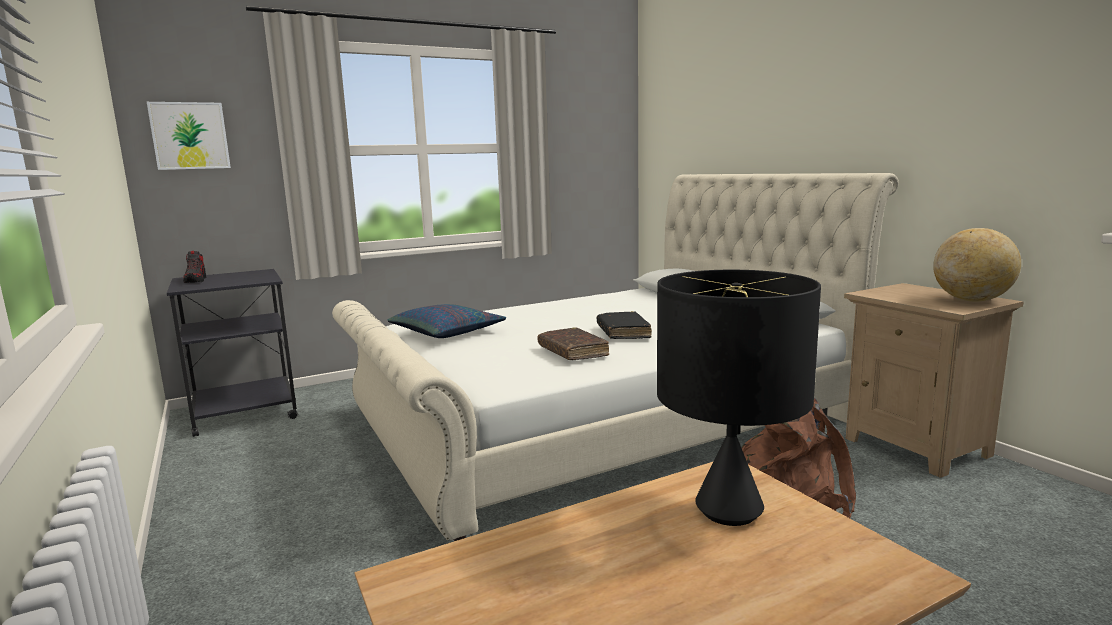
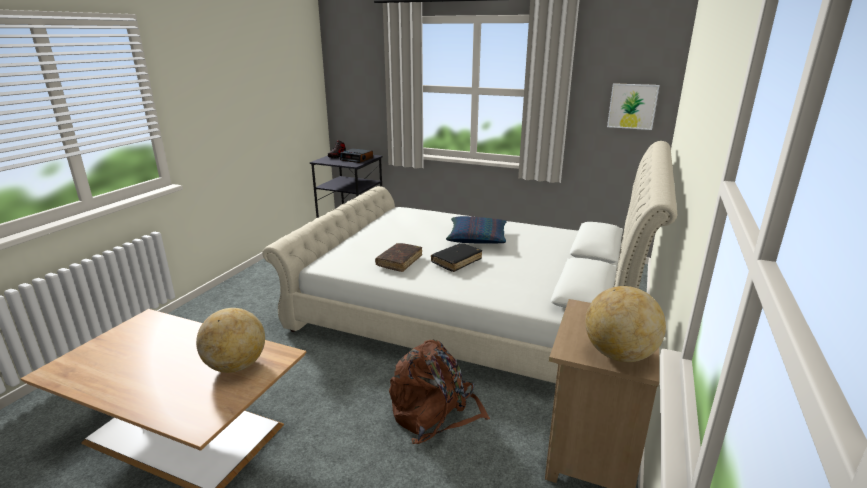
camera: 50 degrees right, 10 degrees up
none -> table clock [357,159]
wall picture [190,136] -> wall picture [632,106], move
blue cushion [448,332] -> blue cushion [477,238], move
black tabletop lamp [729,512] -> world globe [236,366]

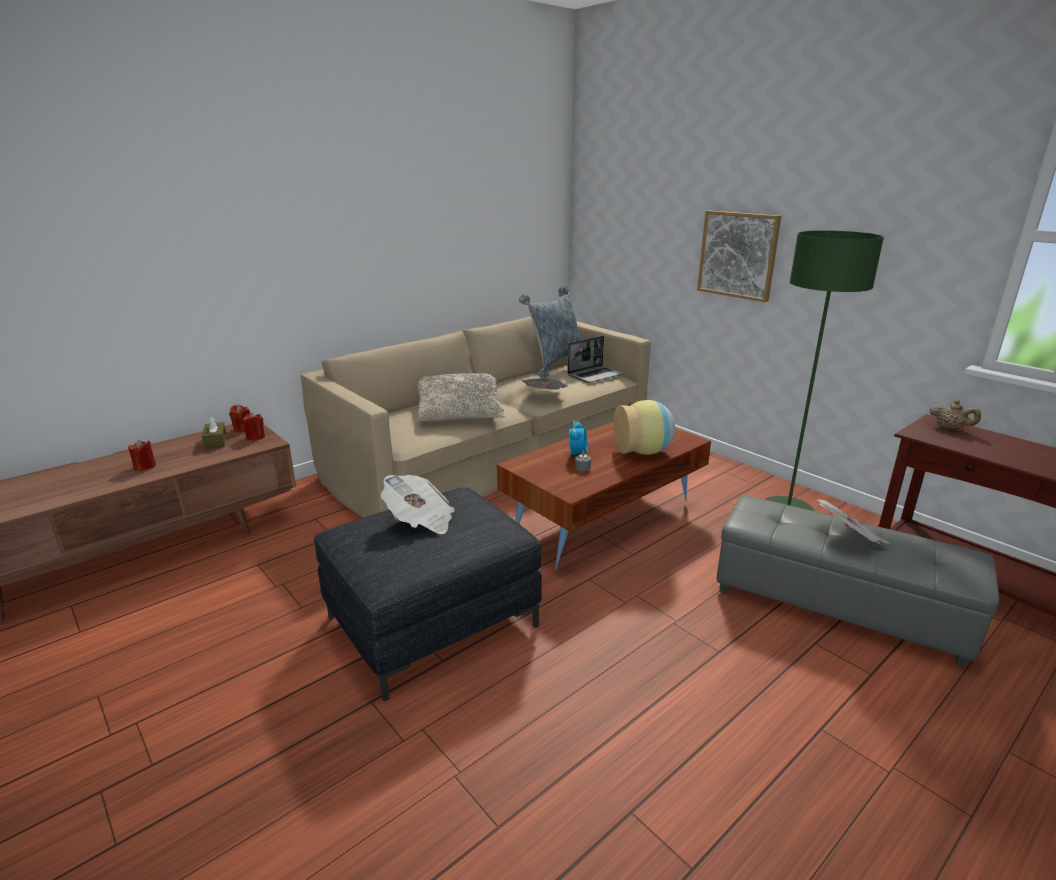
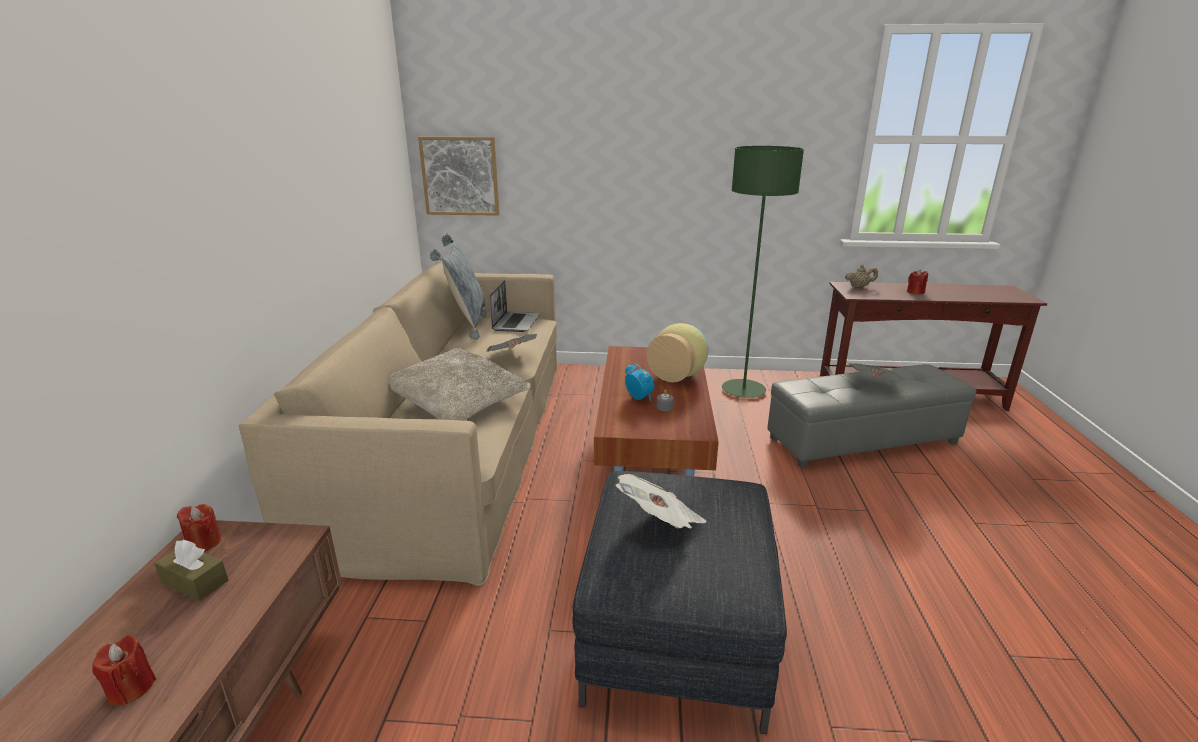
camera: 45 degrees left, 0 degrees up
reddish candle [255,437] -> reddish candle [915,292], move
wall picture [738,255] -> wall picture [460,176], move

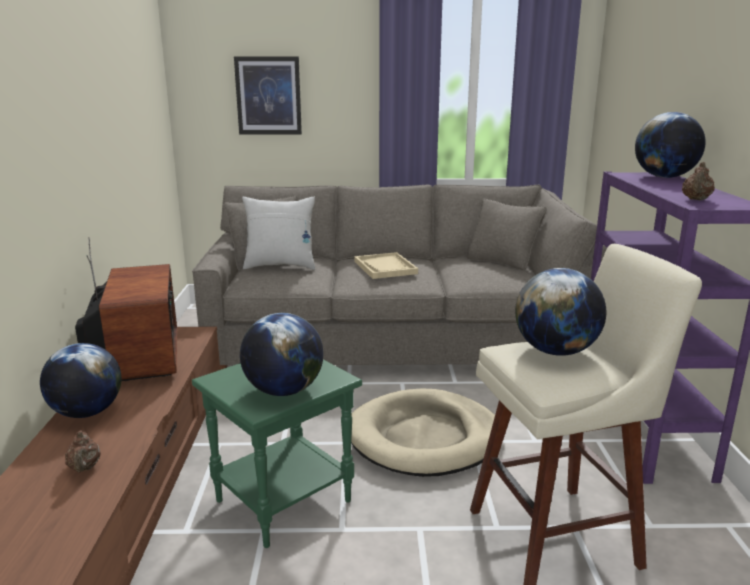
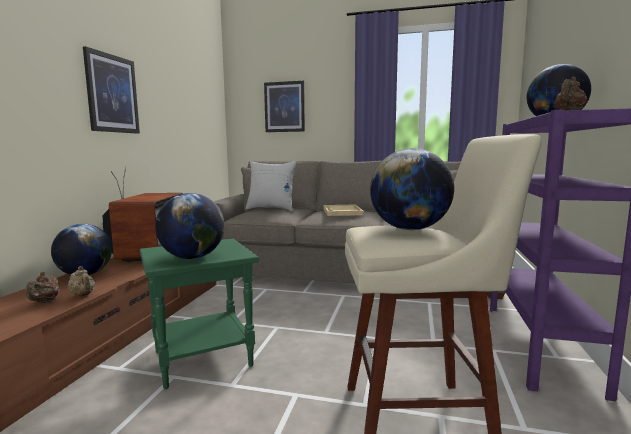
camera: 15 degrees right, 10 degrees down
sand-coloured dog cushion [425,438] -> none
none -> sand-coloured teapot [83,295]
none -> wall picture [112,94]

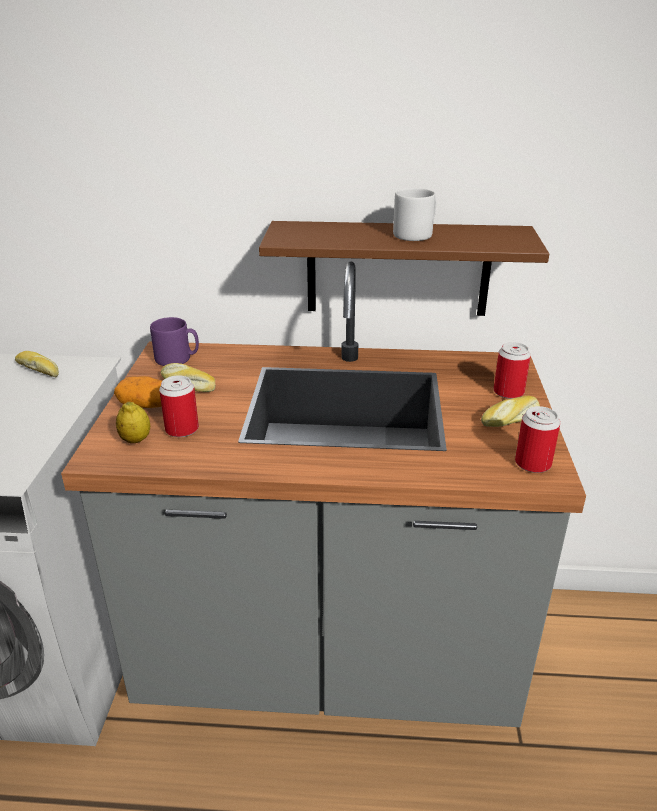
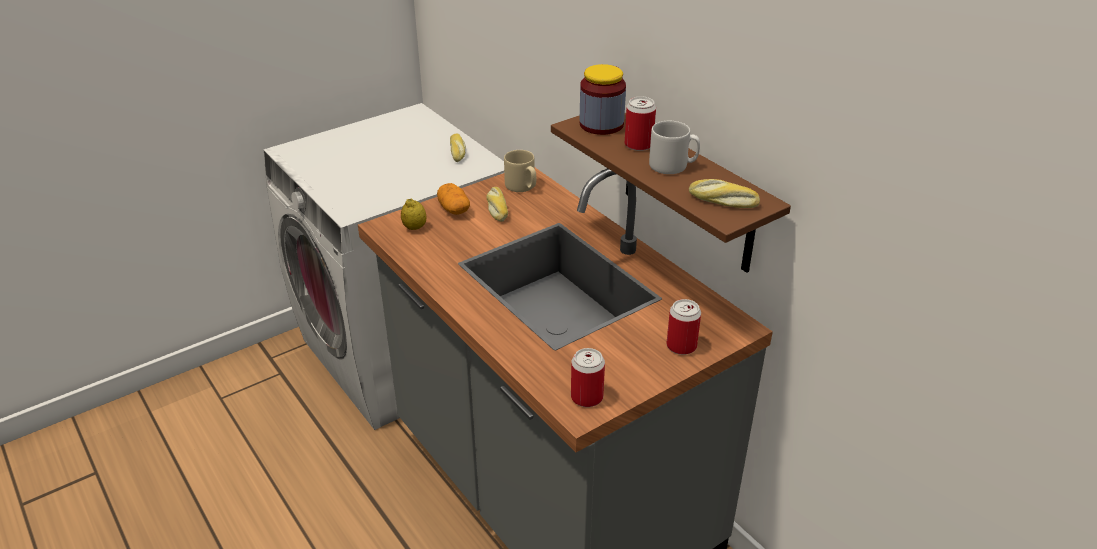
camera: 50 degrees right, 5 degrees up
none -> jar [601,125]
sealed can [182,429] -> sealed can [638,145], move
baked bread [511,419] -> baked bread [722,201], move
purple mug [177,359] -> sand-coloured mug [522,187]

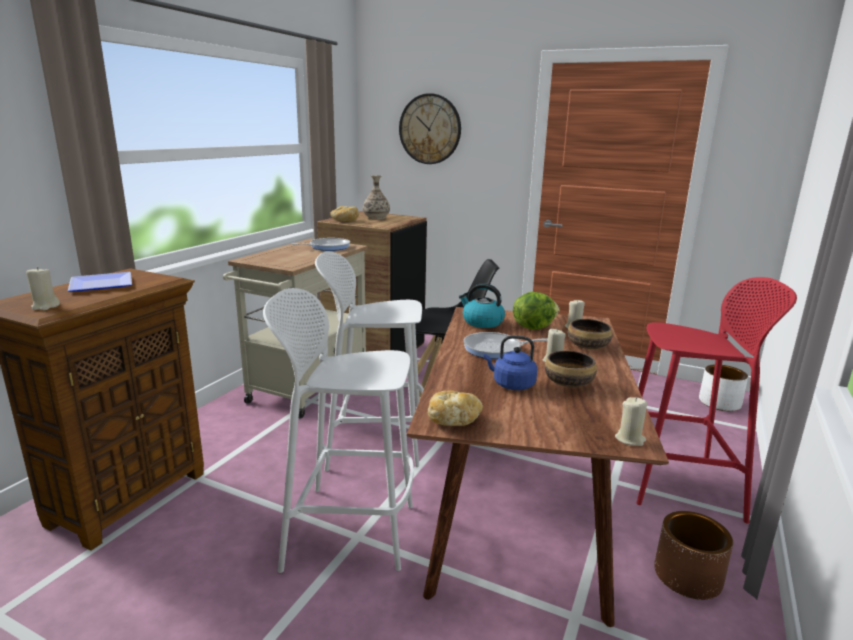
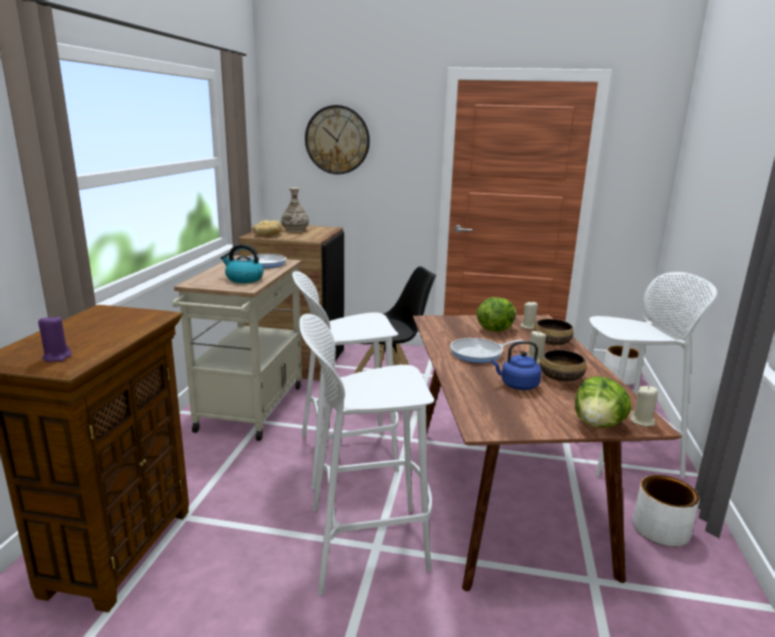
camera: 15 degrees left, 0 degrees up
plate [99,285] -> none
baked bread [453,420] -> none
none -> lettuce head [598,424]
tea kettle [482,322] -> tea kettle [243,279], move
sand-coloured candle [45,306] -> purple candle [57,357]
reddish stool seat [681,484] -> white-coloured stool seat [621,453]
brown-coloured planter [686,576] -> white-coloured planter [660,529]

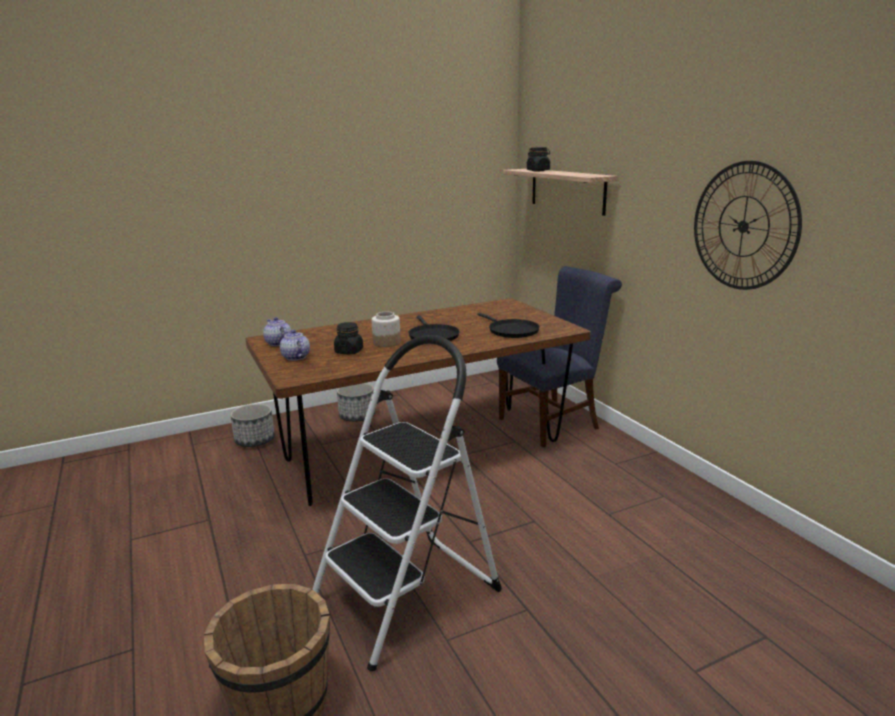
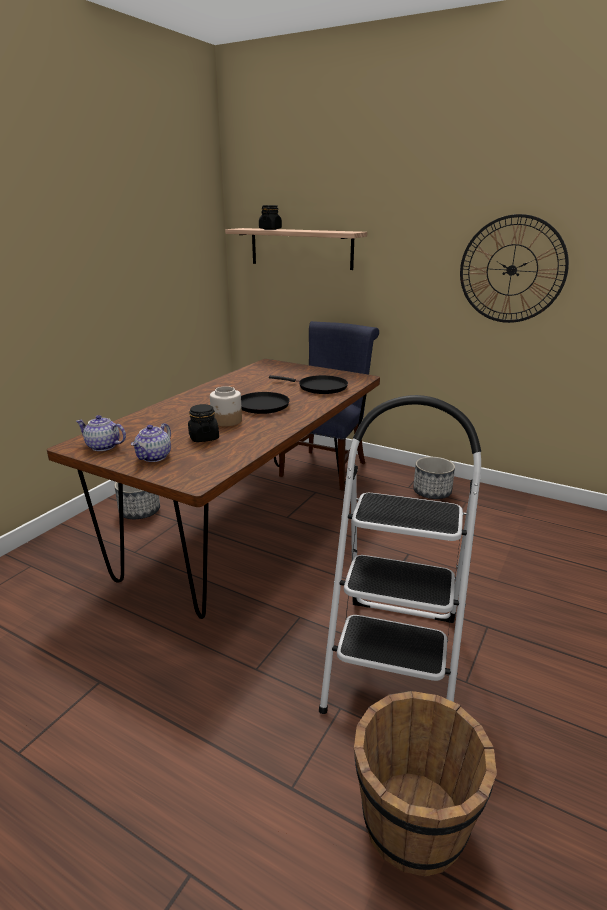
camera: 35 degrees left, 5 degrees up
planter [254,440] -> planter [431,492], move
teapot [295,357] -> teapot [154,457], 90 degrees counterclockwise

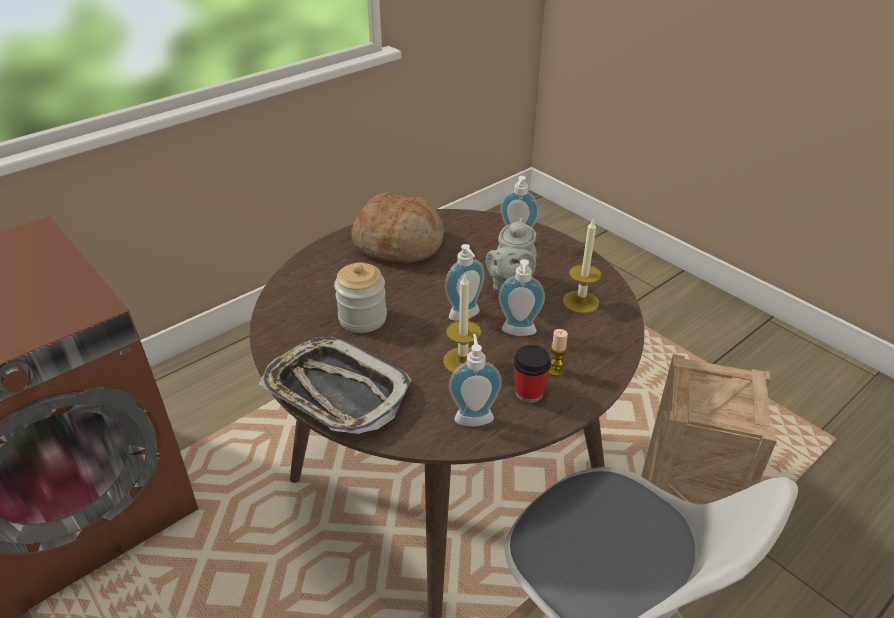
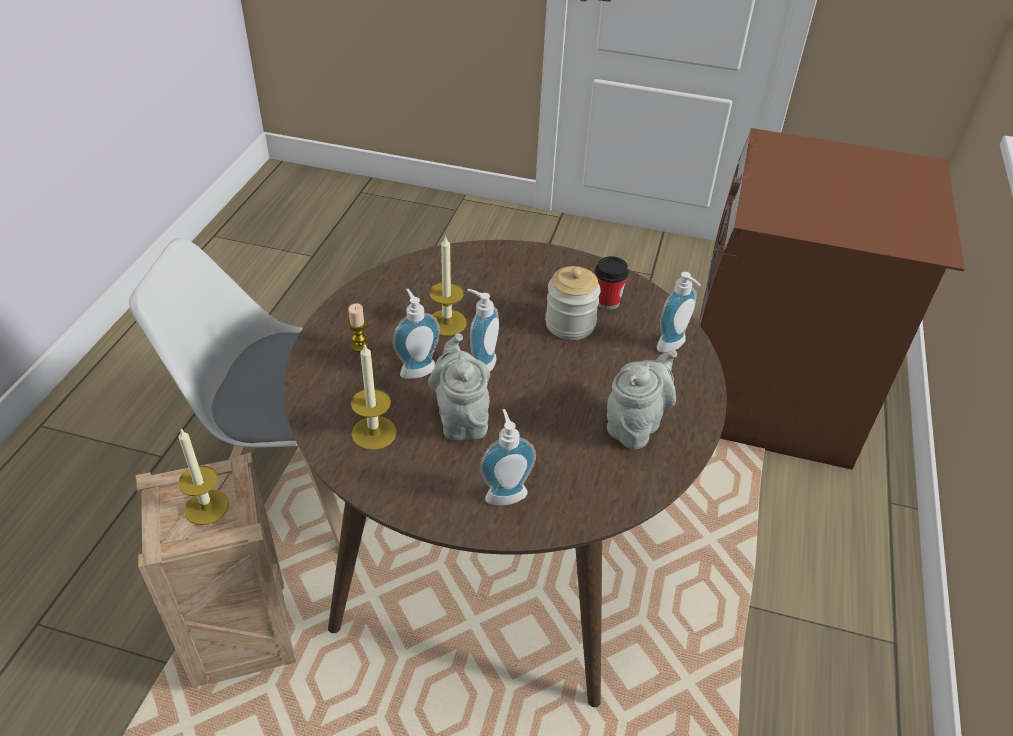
camera: 145 degrees right, 5 degrees up
serving tray [336,392] -> none
none -> candle [206,507]
soap dispenser [473,415] -> soap dispenser [674,346], move
drinking cup [529,393] -> drinking cup [607,301], move
baked bread [399,243] -> gray teapot [636,425]

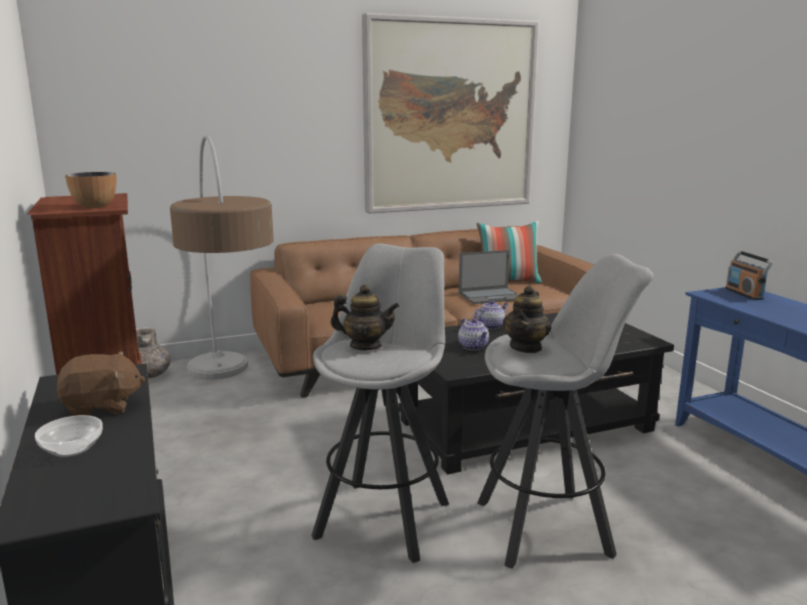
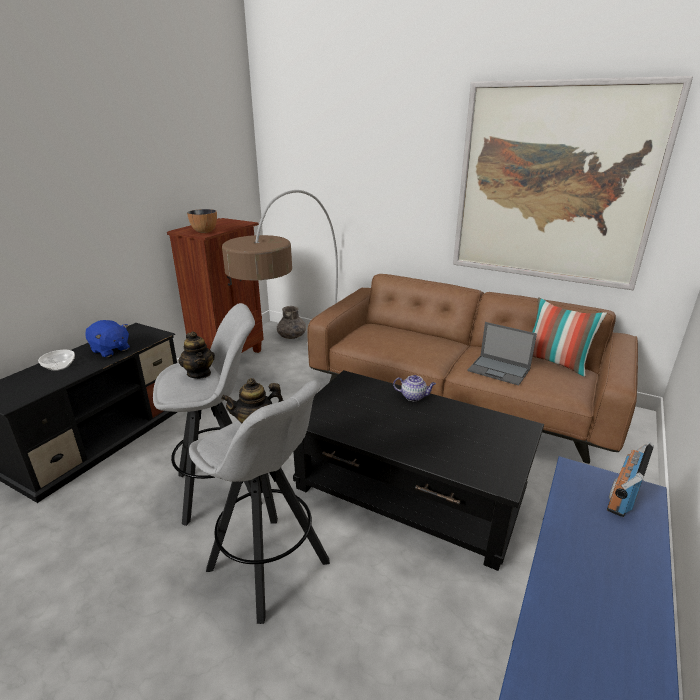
camera: 50 degrees right, 10 degrees up
teapot [473,347] -> none
brown-coloured cuddly toy [102,407] -> blue cuddly toy [110,350]

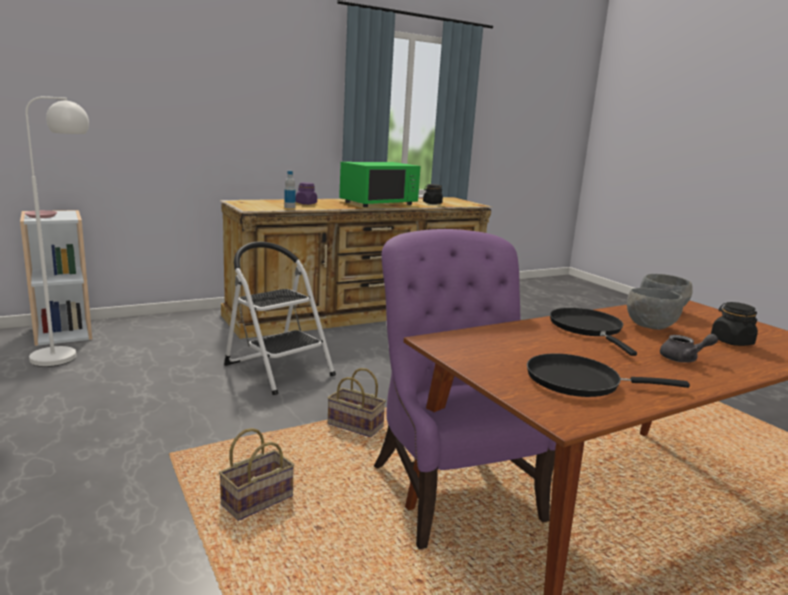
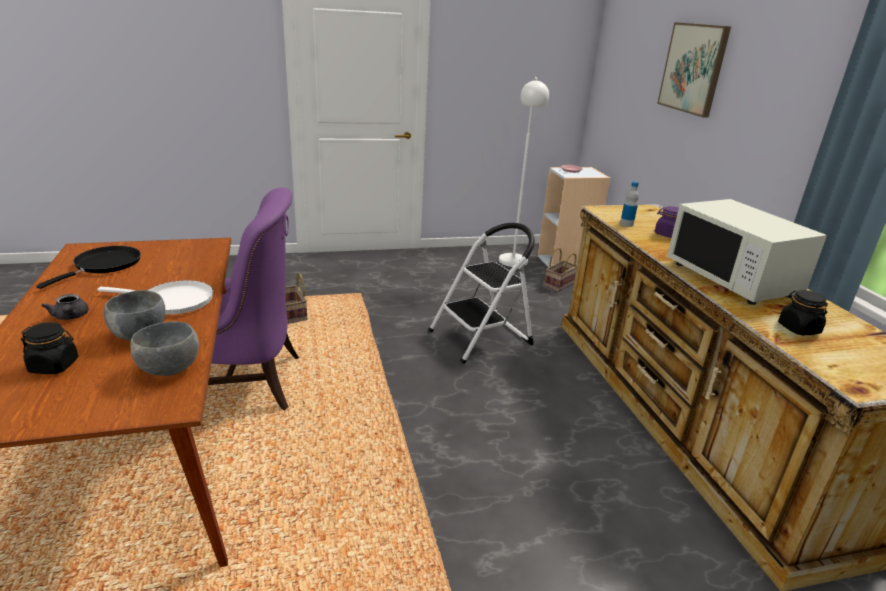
camera: 105 degrees right, 10 degrees up
none -> wall picture [693,68]
household basket [353,426] -> household basket [559,284], move
green microwave oven [378,203] -> white-coloured microwave oven [732,279]
black pan [588,329] -> white-coloured pan [173,301]
gray teapot [684,359] -> gray teapot [70,317], 45 degrees counterclockwise

